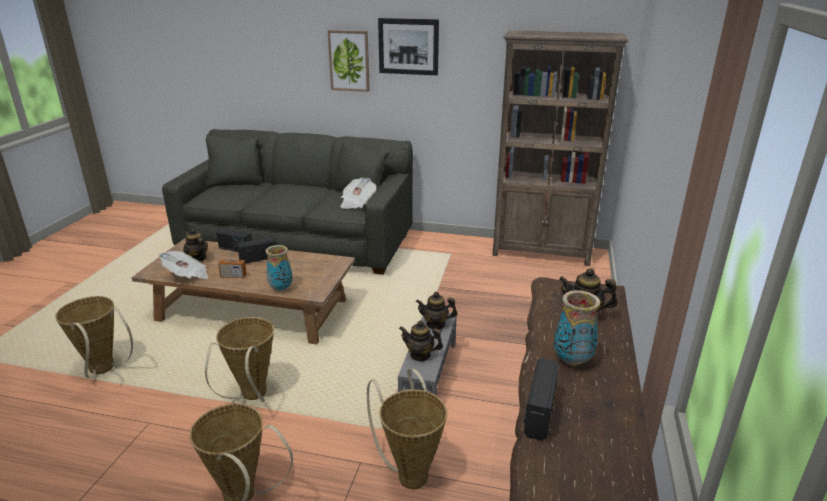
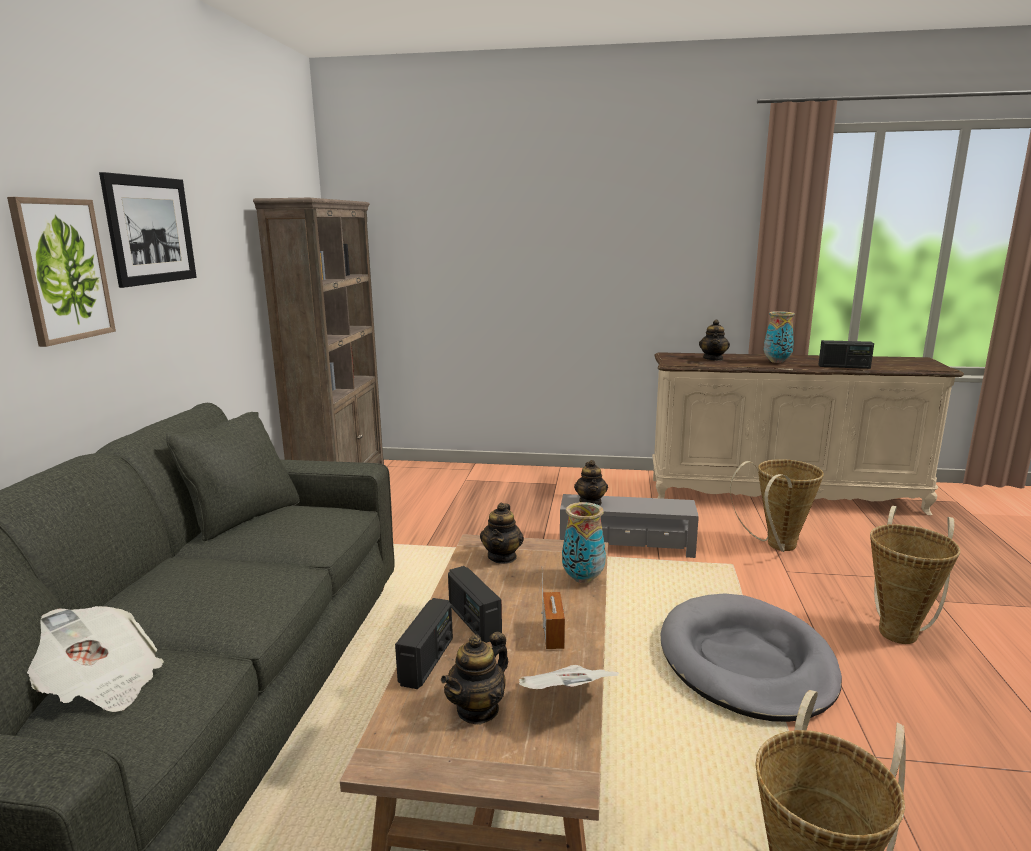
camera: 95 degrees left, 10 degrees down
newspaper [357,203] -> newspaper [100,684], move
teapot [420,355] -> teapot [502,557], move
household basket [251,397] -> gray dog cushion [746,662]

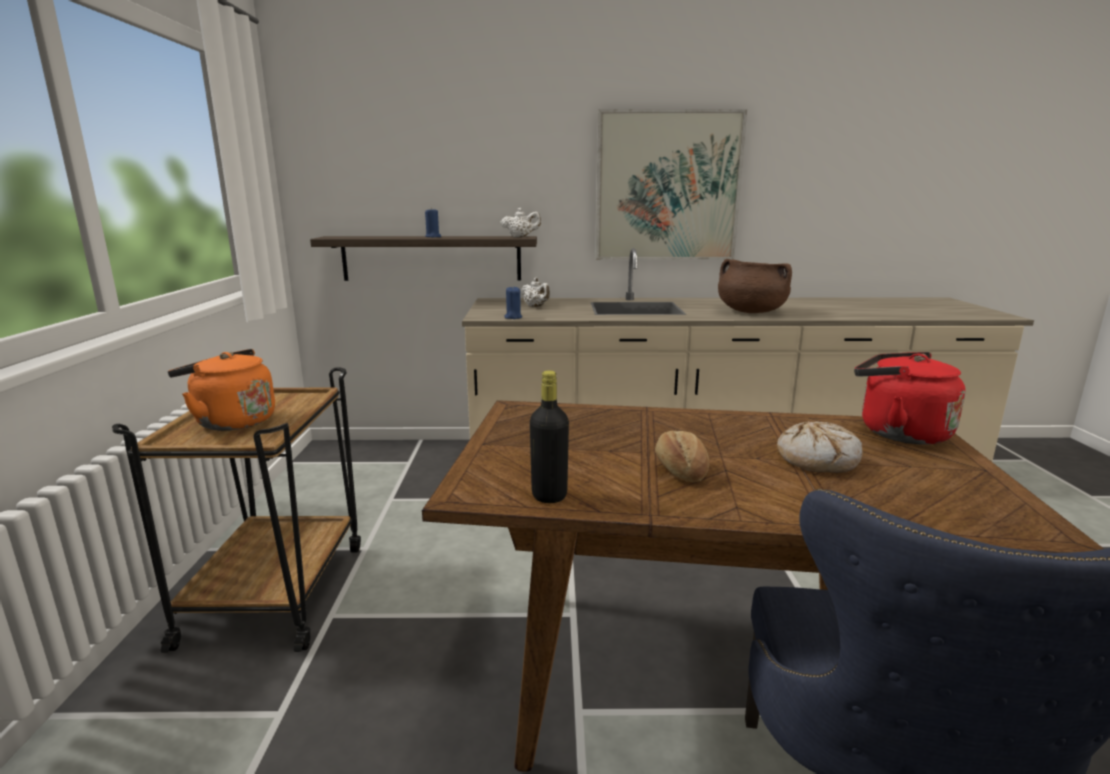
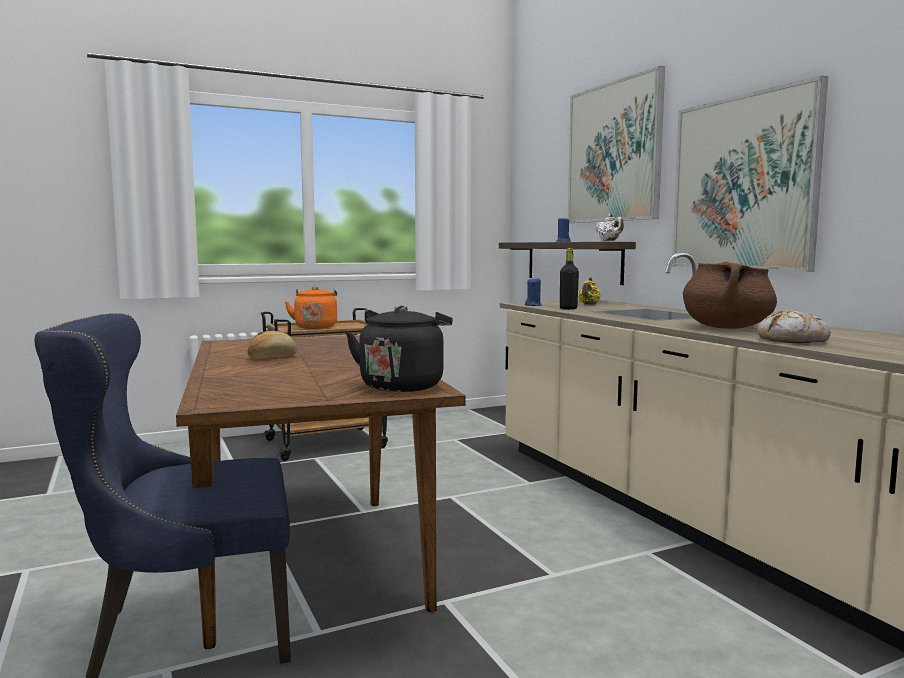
camera: 65 degrees right, 10 degrees down
none -> wall picture [614,152]
black bottle [549,495] -> black bottle [568,309], move
baked bread [818,459] -> baked bread [793,340], move
white-coloured teapot [536,306] -> yellowish teapot [589,305]
reddish tea kettle [897,432] -> black tea kettle [403,385]

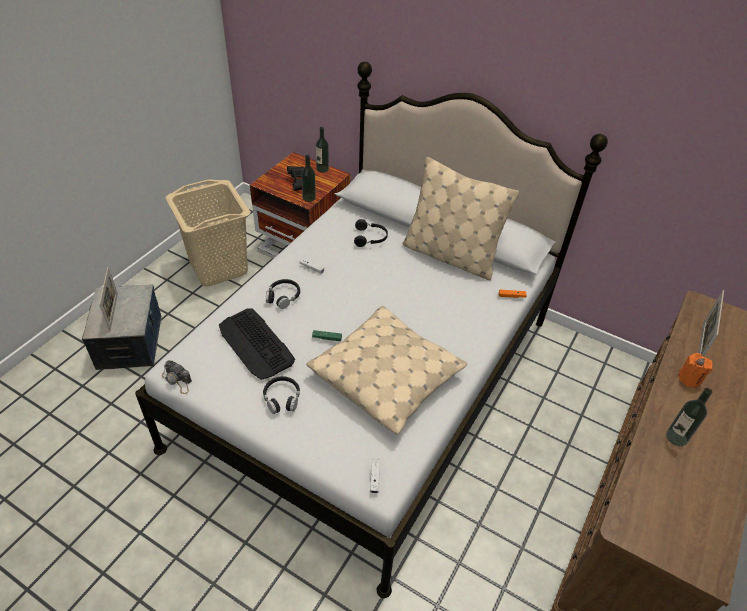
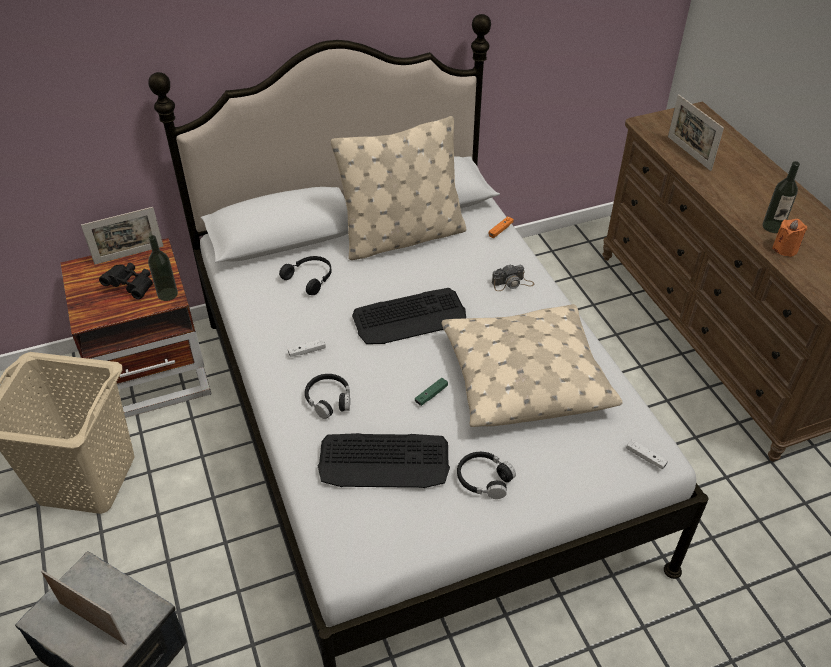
camera: 50 degrees left, 0 degrees up
none -> keyboard [410,317]
photo camera [177,380] -> photo camera [512,283], move
orange candle [689,379] -> orange candle [785,249], move
bottle [322,169] -> photo frame [129,255]

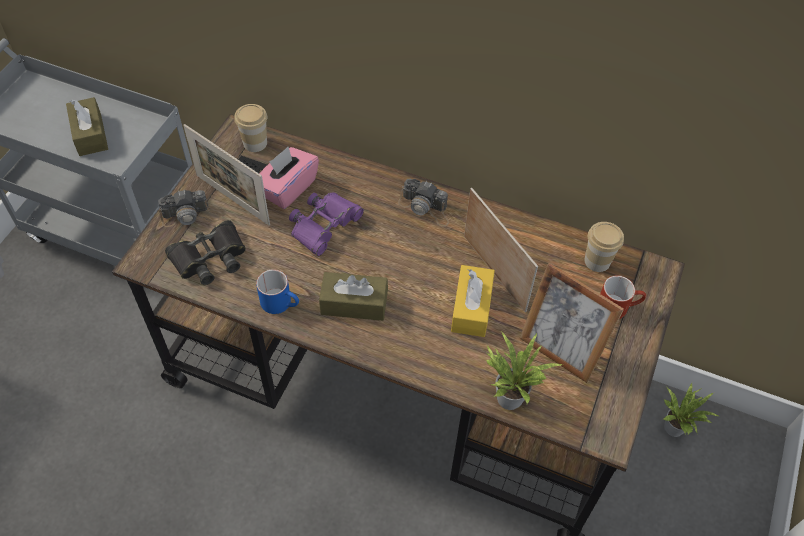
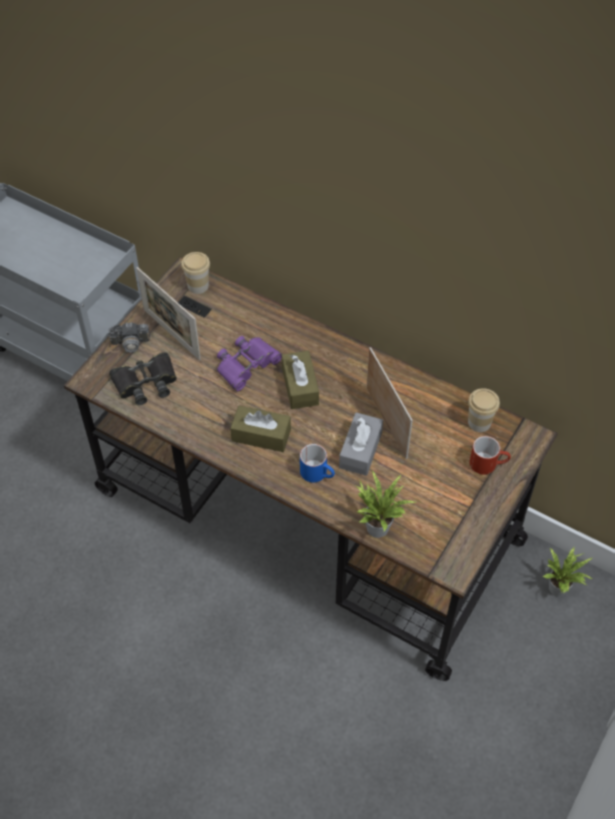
camera: 10 degrees right, 0 degrees up
pinkish box of tissues [287,188] -> none
photo camera [425,208] -> none
photo frame [559,352] -> none
brown-coloured box of tissues [90,134] -> brown-coloured box of tissues [300,386], move
blue mug [281,303] -> blue mug [318,473], move
yellowish box of tissues [471,308] -> gray box of tissues [360,450]

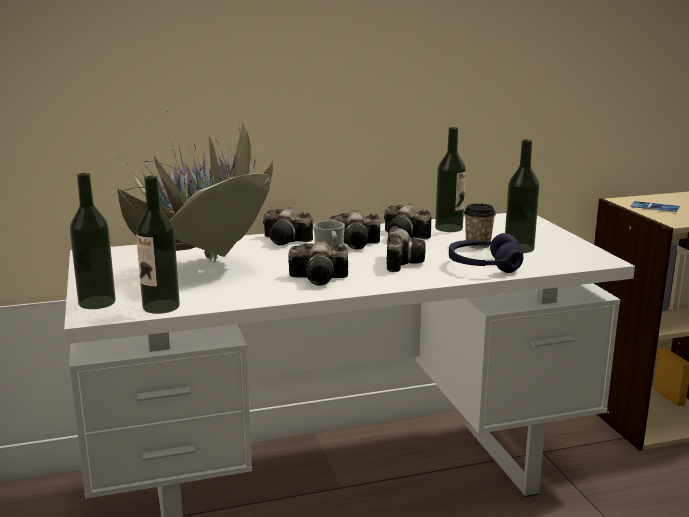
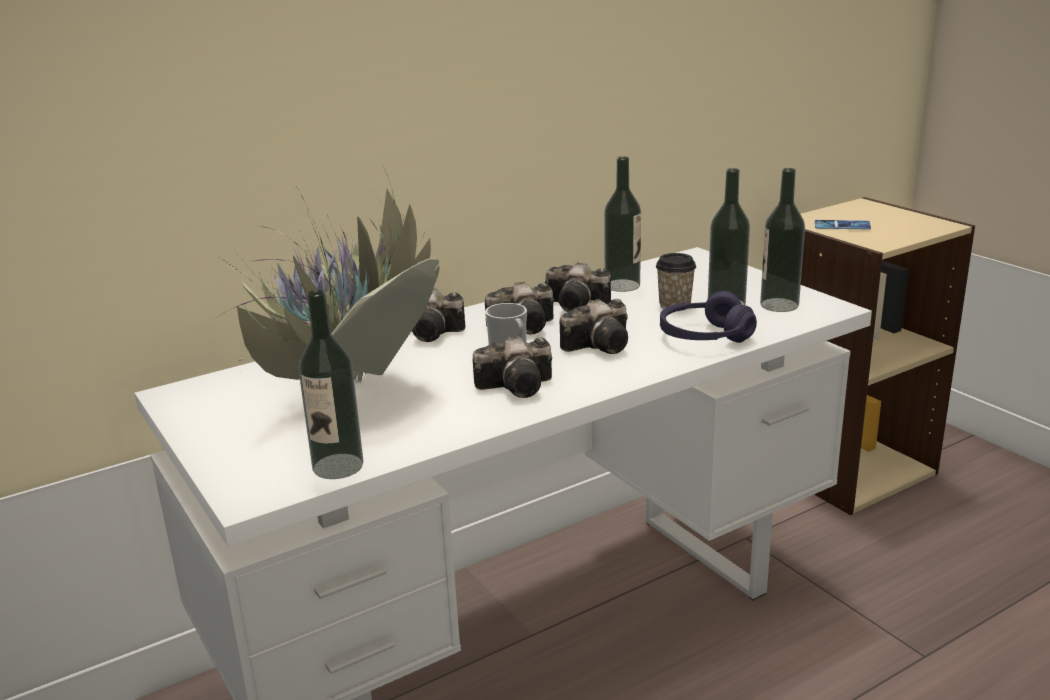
camera: 15 degrees left, 5 degrees up
bottle [97,302] -> bottle [779,305], move
photo camera [401,262] -> photo camera [602,345], 75 degrees clockwise

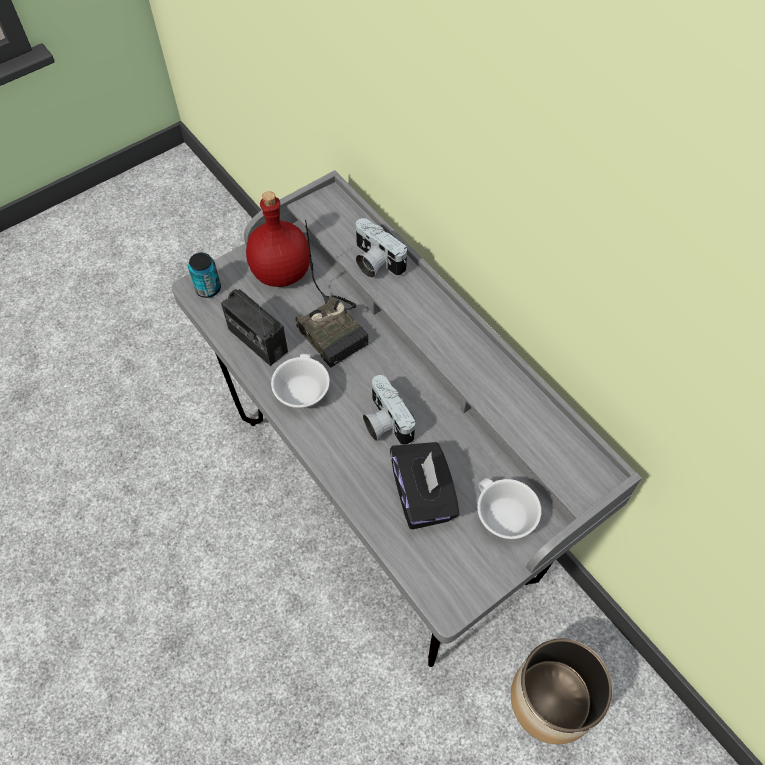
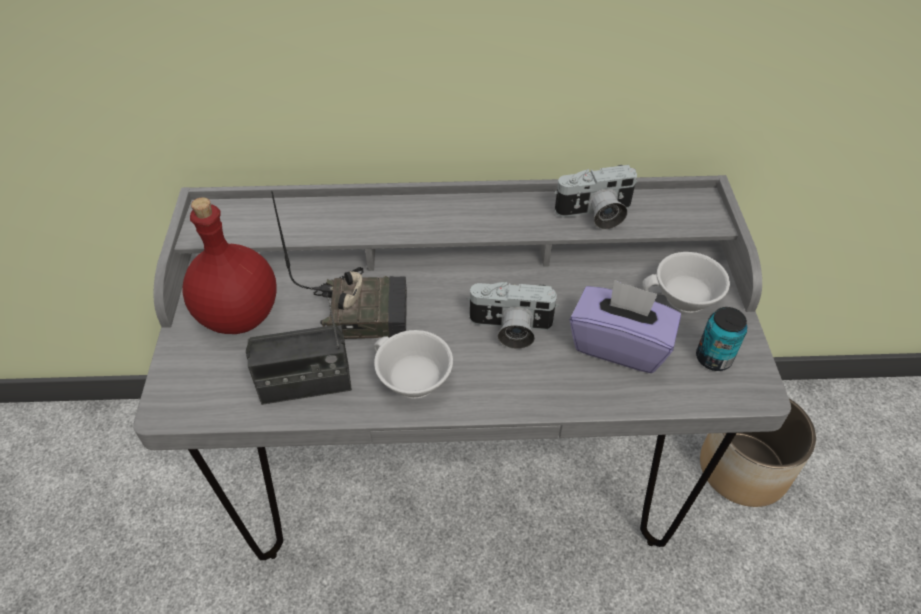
camera: 55 degrees left, 10 degrees down
sealed can [208,289] -> sealed can [713,358], move
photo camera [374,262] -> photo camera [595,214], move
black box of tissues [423,496] -> purple box of tissues [619,344]

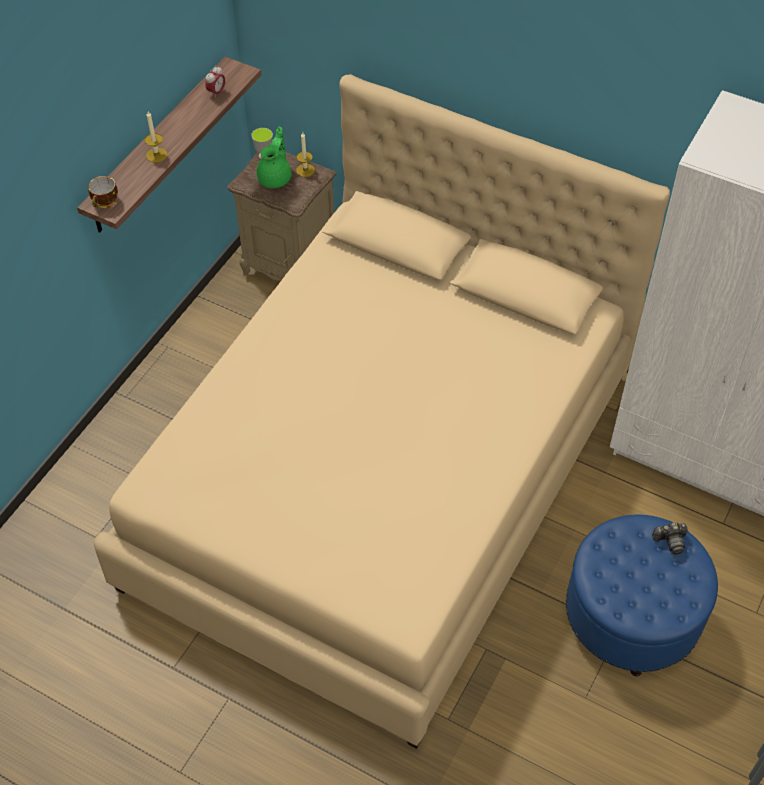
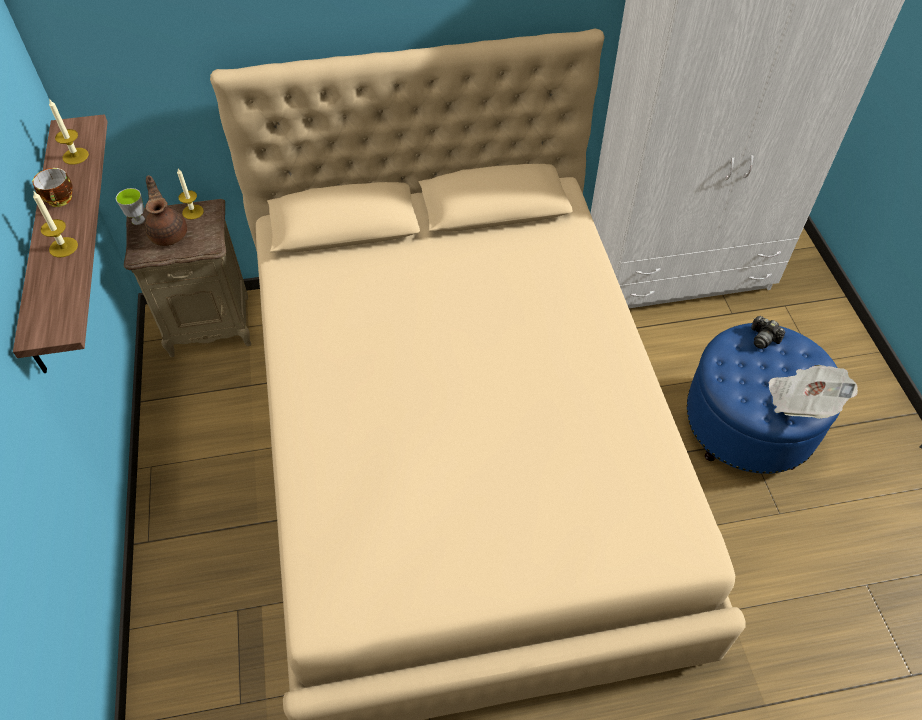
camera: 40 degrees left, 0 degrees up
none -> newspaper [802,401]
drinking cup [105,202] -> drinking cup [61,200], move
table clock [216,92] -> candle [75,156]
green teapot [275,178] -> brown-coloured teapot [169,233]
photo camera [670,541] -> photo camera [763,338], 90 degrees clockwise

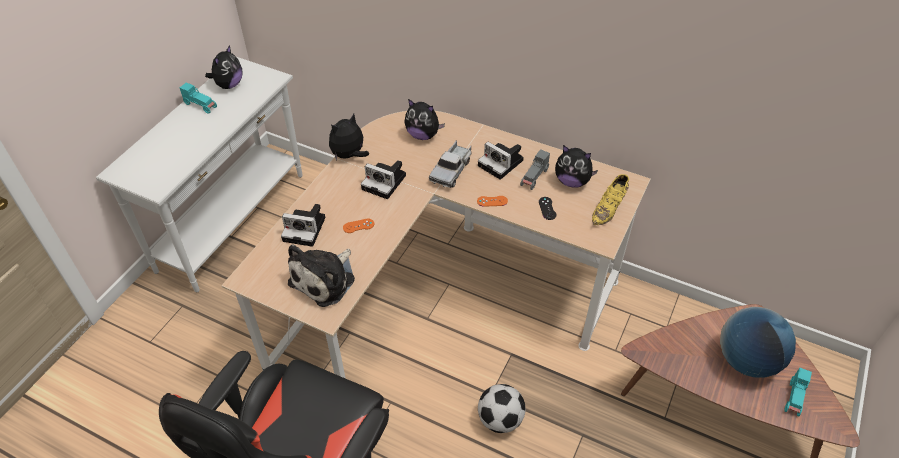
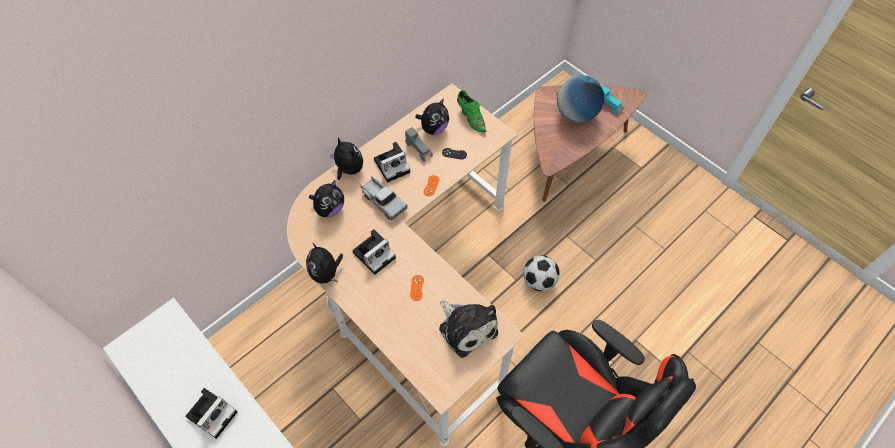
camera: 70 degrees left, 10 degrees up
blue-green model car [201,105] -> none
cuddly toy [229,85] -> cuddly toy [348,170], move
photo camera [306,229] -> photo camera [213,412], move
yellowish item of footwear [609,209] -> green item of footwear [471,118]

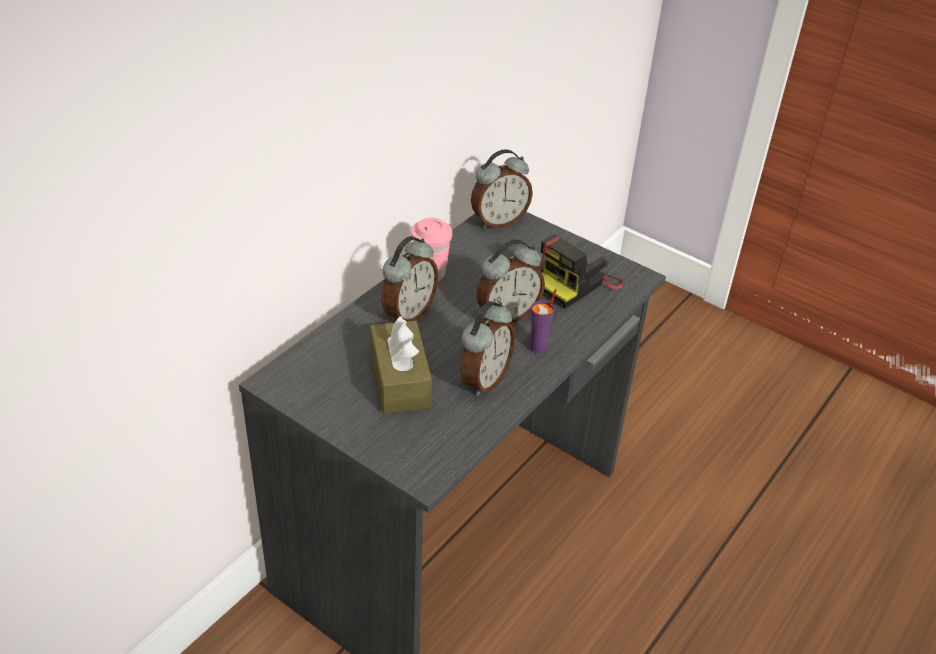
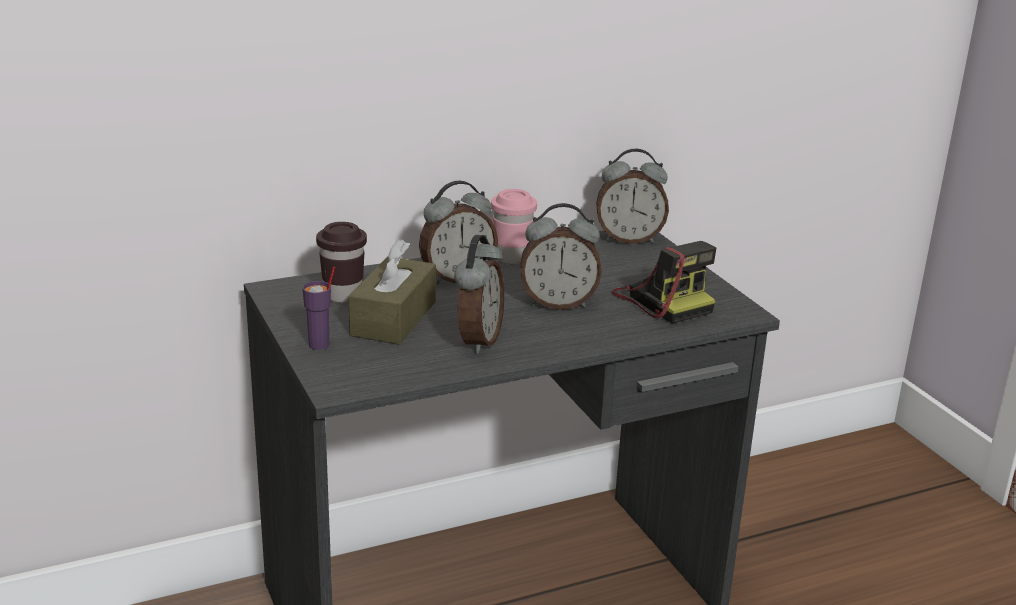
camera: 30 degrees right, 15 degrees down
none -> brown-coloured drinking cup [343,296]
purple drinking cup [538,347] -> purple drinking cup [319,345], move
table clock [483,380] -> table clock [477,340], 45 degrees counterclockwise
photo camera [576,283] -> photo camera [663,300], 105 degrees counterclockwise

